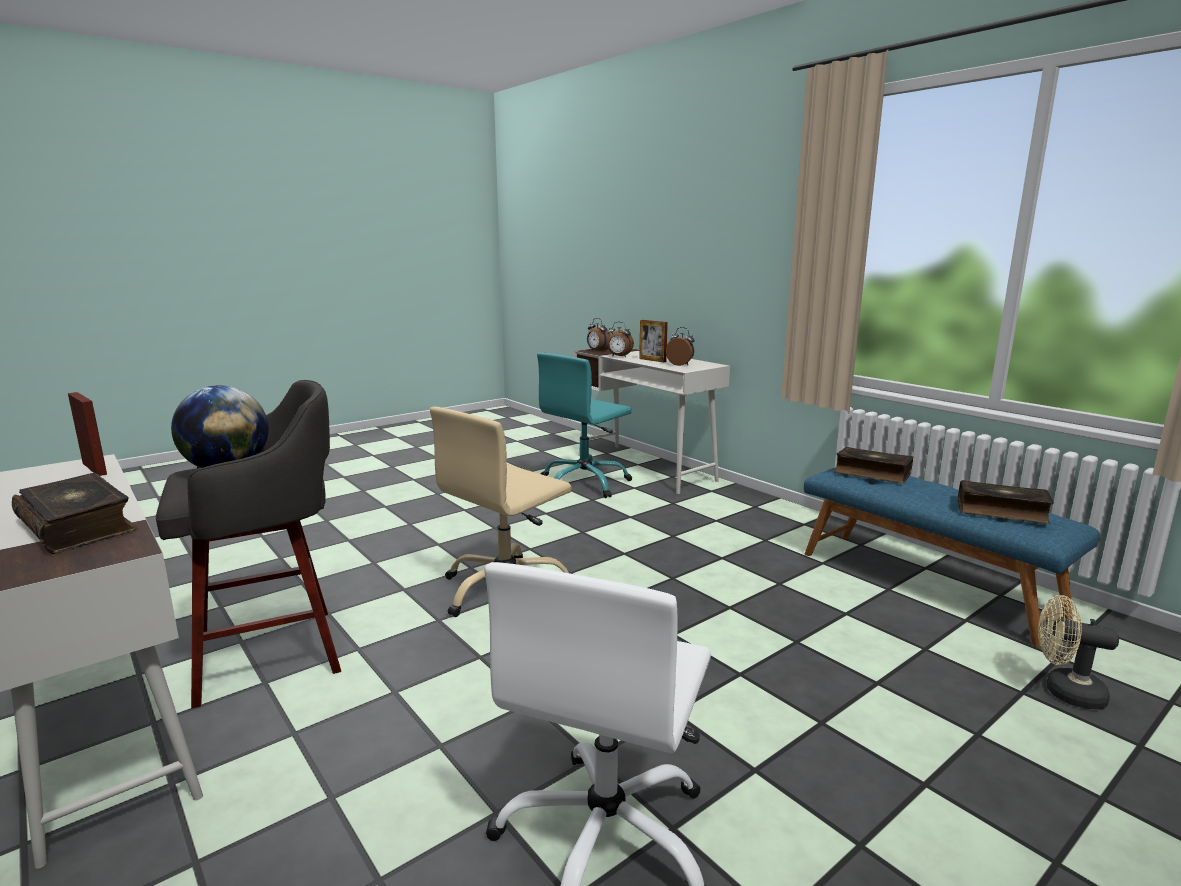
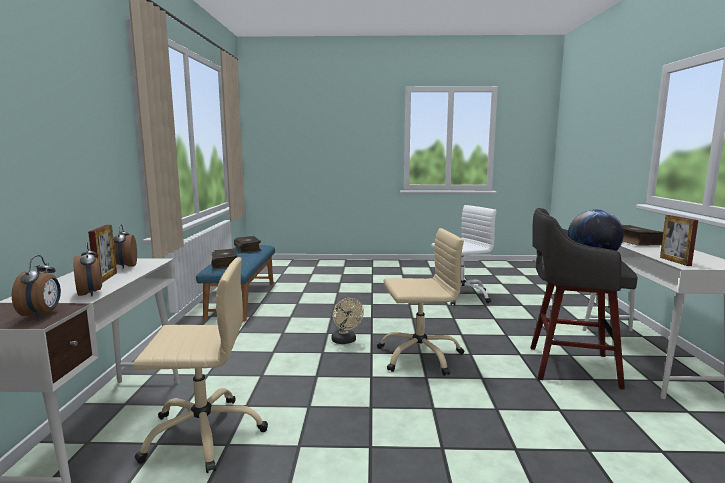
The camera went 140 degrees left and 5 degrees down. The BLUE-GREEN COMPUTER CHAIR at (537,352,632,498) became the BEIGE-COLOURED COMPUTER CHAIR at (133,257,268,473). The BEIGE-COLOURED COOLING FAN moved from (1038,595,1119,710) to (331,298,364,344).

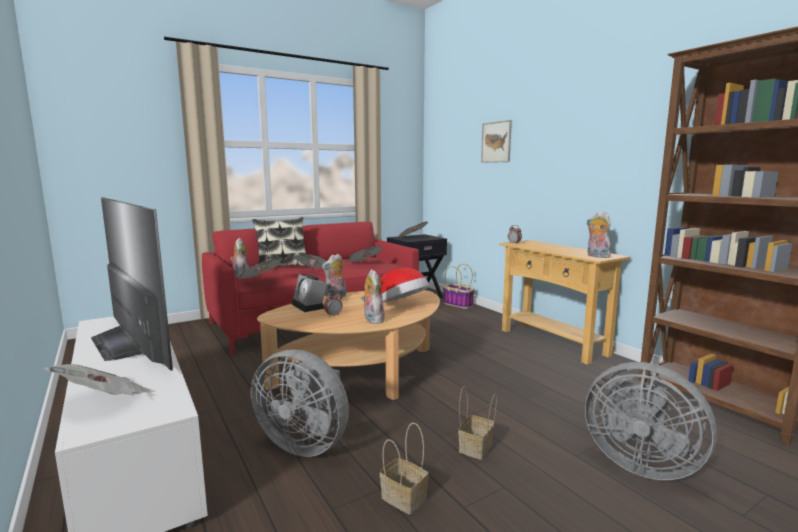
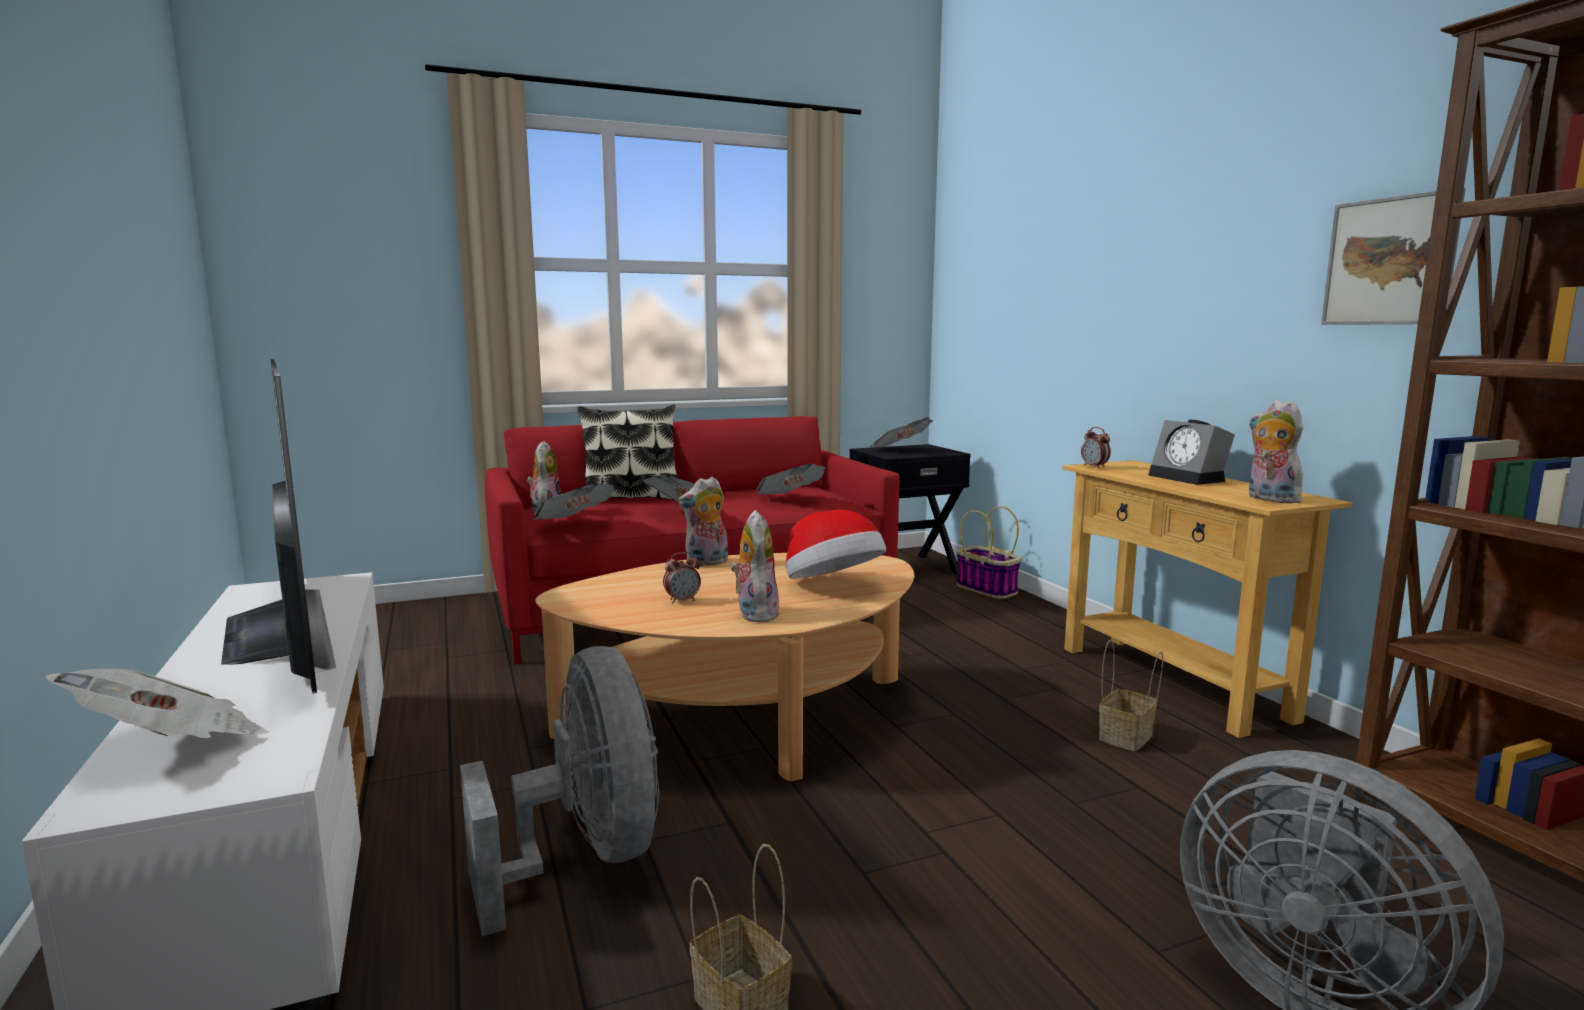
The camera went 10 degrees right and 0 degrees up. The WALL PICTURE moved from (481,120,512,163) to (1321,188,1466,325). The TABLE CLOCK moved from (292,275,327,312) to (1148,420,1235,485). The GREYISH COOLING FAN at (251,349,349,457) turned 150 degrees counterclockwise. The HOUSEHOLD BASKET moved from (458,386,497,460) to (1099,640,1163,751).

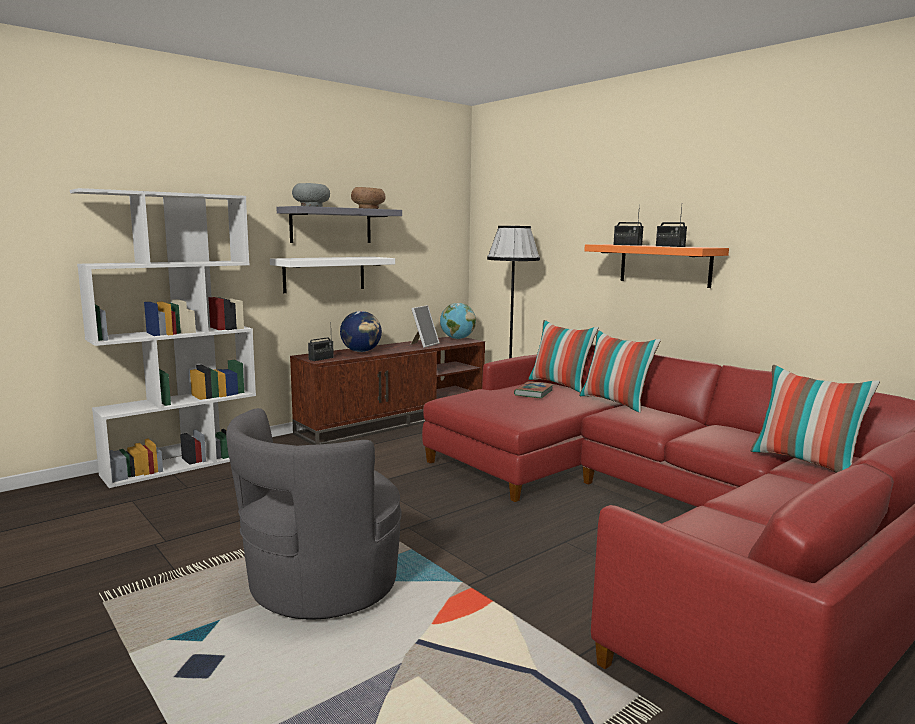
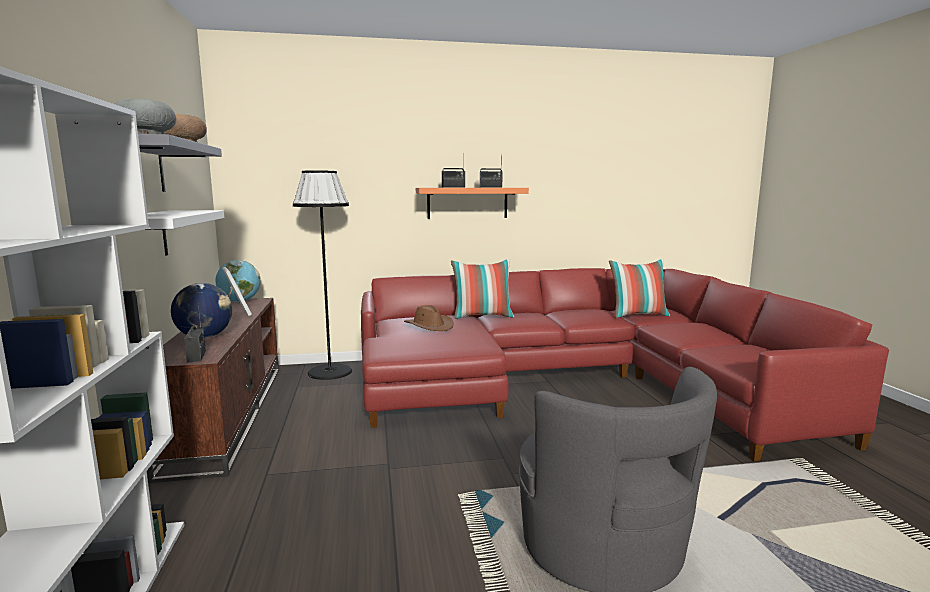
The camera went 60 degrees left and 0 degrees up. The PILLOW at (528,320,599,392) disappeared. The BOOK at (514,381,554,398) was replaced by the BROWN-COLOURED CLOTHING HAT at (404,305,454,331).

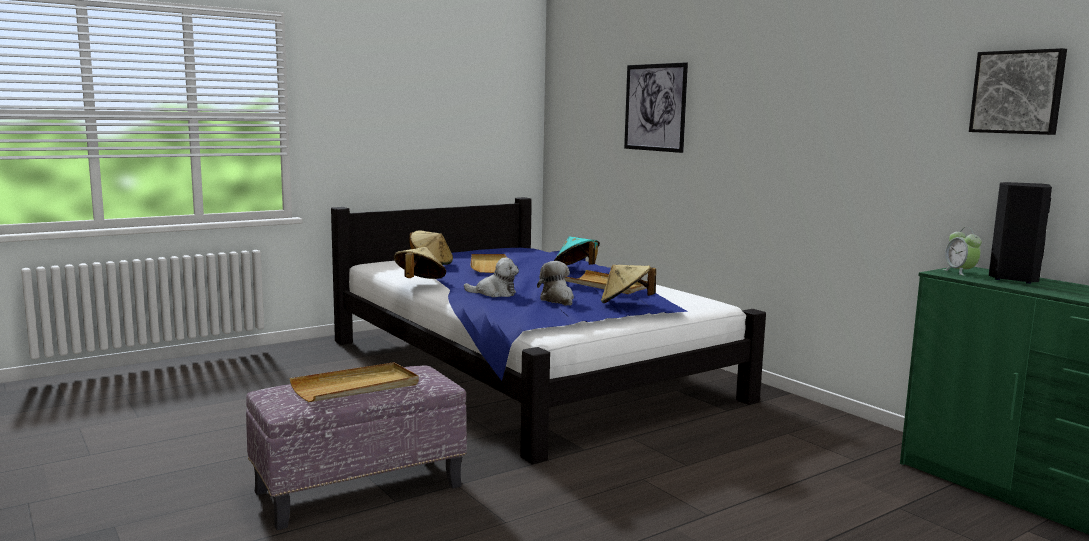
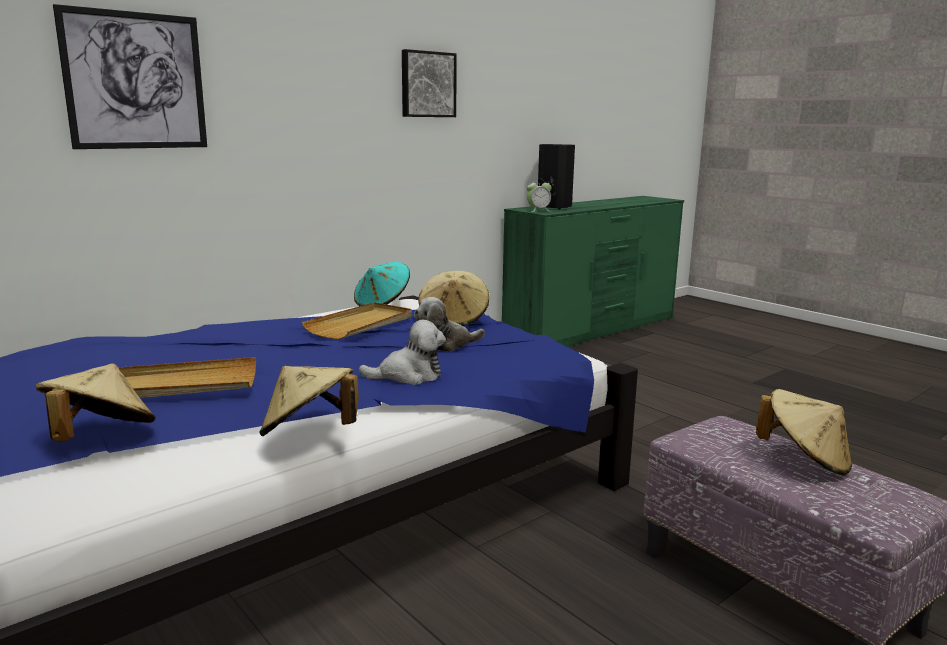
The camera went 95 degrees left and 5 degrees up. The WALL PICTURE moved from (969,48,1067,135) to (402,49,457,117). The BLUE-GREEN CLOTHING HAT moved from (554,237,600,265) to (354,262,410,306). The PLUSH TOY at (464,258,519,297) turned 75 degrees clockwise. The BEIGE-COLOURED CARRYING TRAY at (289,362,419,402) was replaced by the BEIGE-COLOURED CLOTHING HAT at (756,389,852,475).

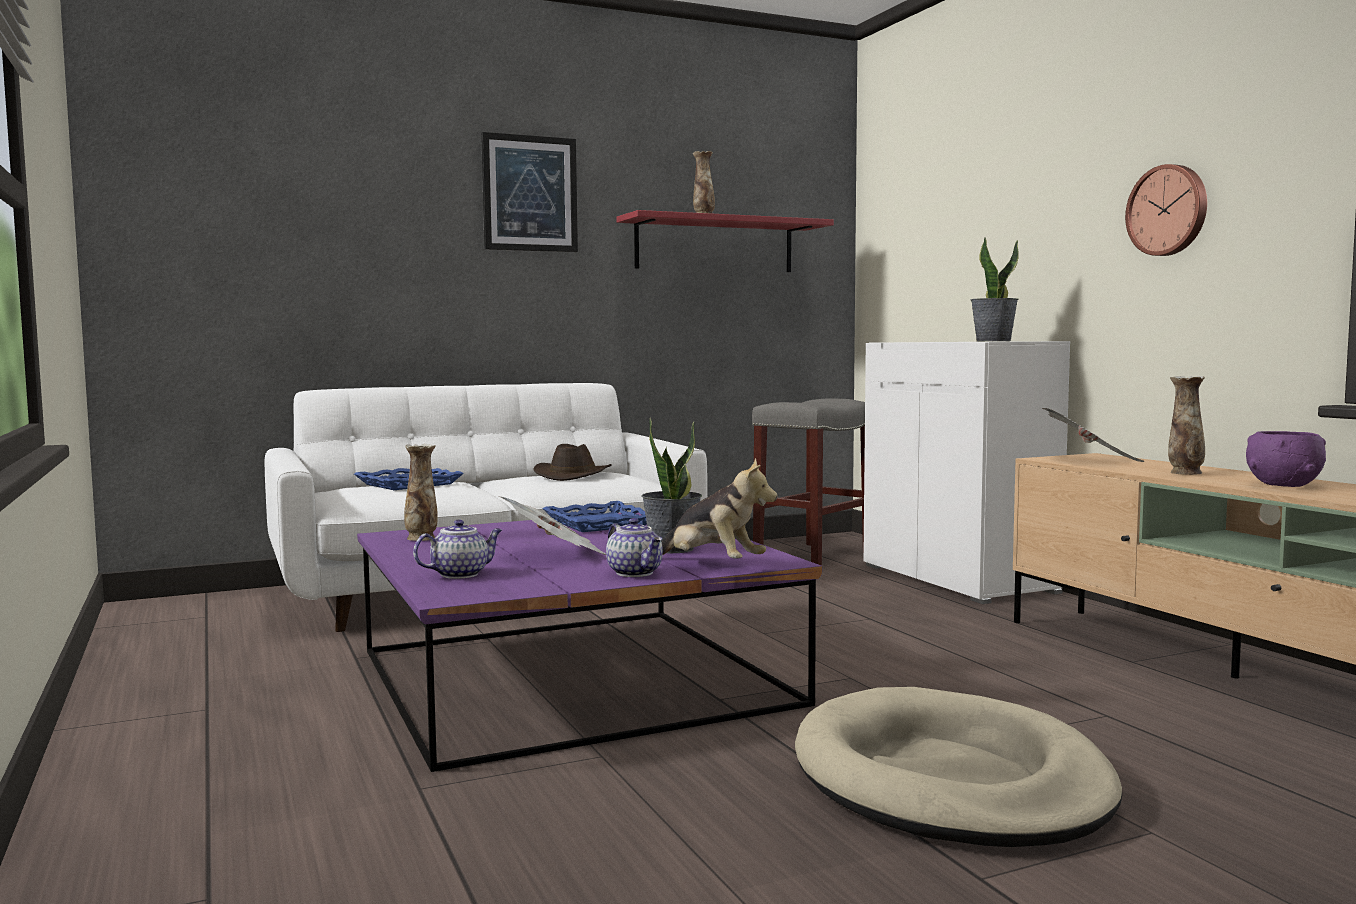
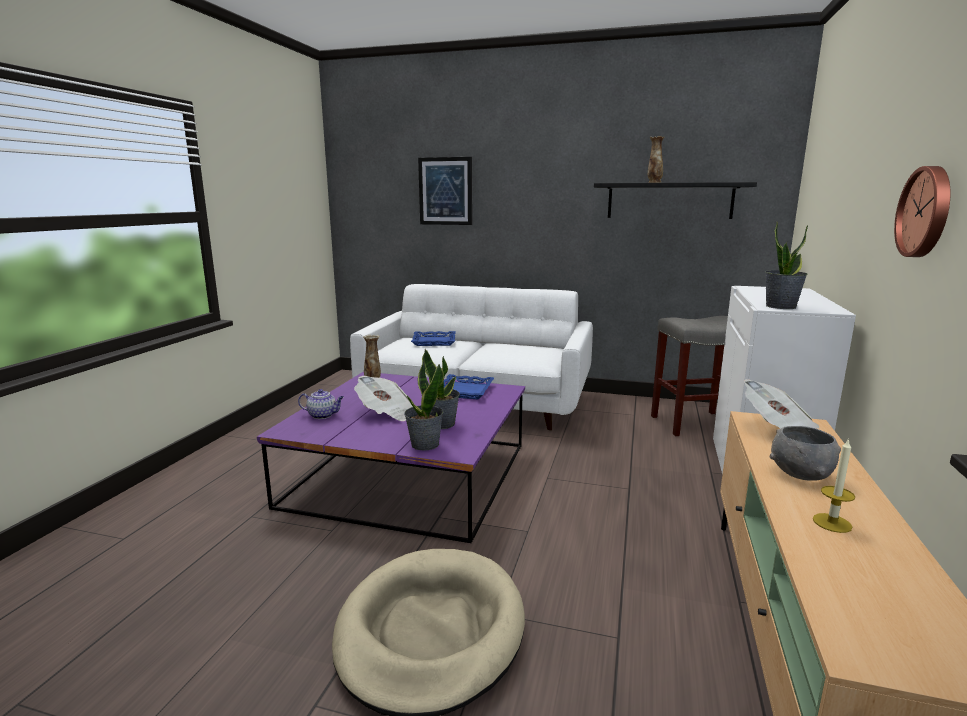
The camera went 40 degrees right and 10 degrees up. The WALL PICTURE moved from (481,132,578,252) to (418,157,472,225). The RED-COLOURED WALL SHELF at (616,210,834,272) became the BLACKISH WALL SHELF at (594,182,757,219). The DECORATIVE VASE at (1168,376,1205,475) was replaced by the GREYISH BOWL at (770,426,841,481). The PURPLE-COLOURED BOWL at (1246,431,1326,487) was replaced by the WAX LIGHT at (813,438,855,533). The BROWN-COLOURED CLOTHING HAT at (533,444,612,481) disappeared. The PLUSH TOY at (662,458,778,559) was replaced by the HOUSEPLANT at (404,361,444,450). The POT FOR TEA at (606,518,663,577) disappeared.

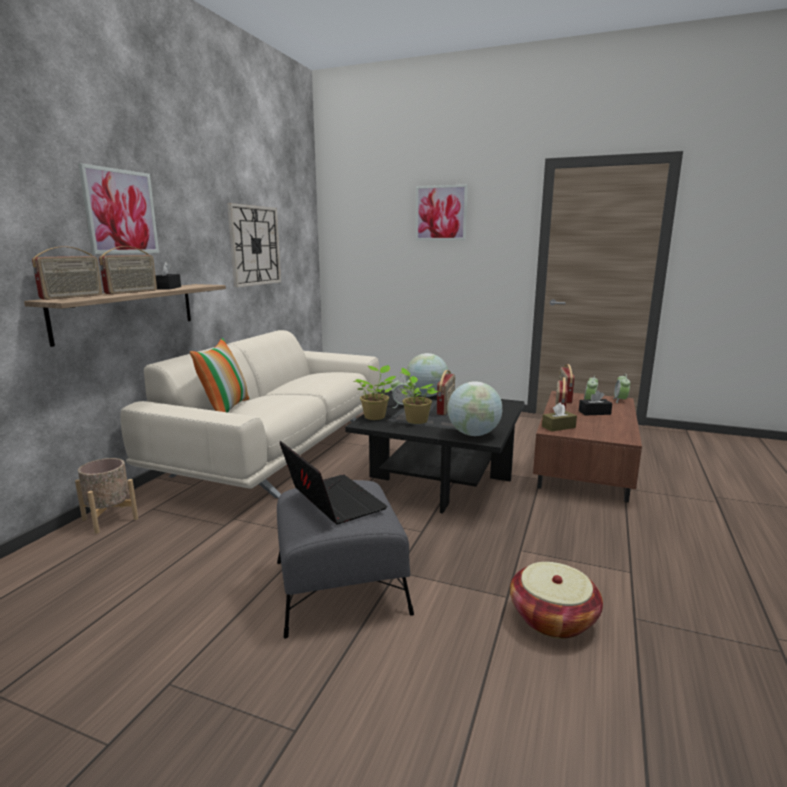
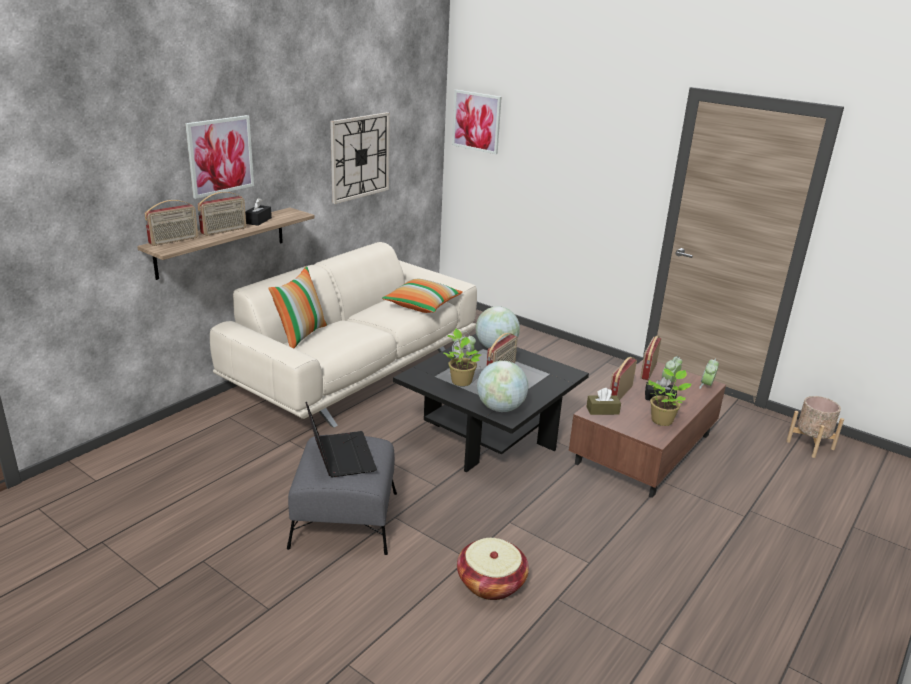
The camera went 15 degrees right and 10 degrees up. The WALL PICTURE moved from (415,184,468,240) to (452,90,502,154). The HOUSEPLANT moved from (354,365,396,420) to (648,368,691,426). The BEIGE-COLOURED PLANT POT moved from (75,458,138,534) to (786,396,844,458). The PILLOW at (382,279,463,313) appeared.

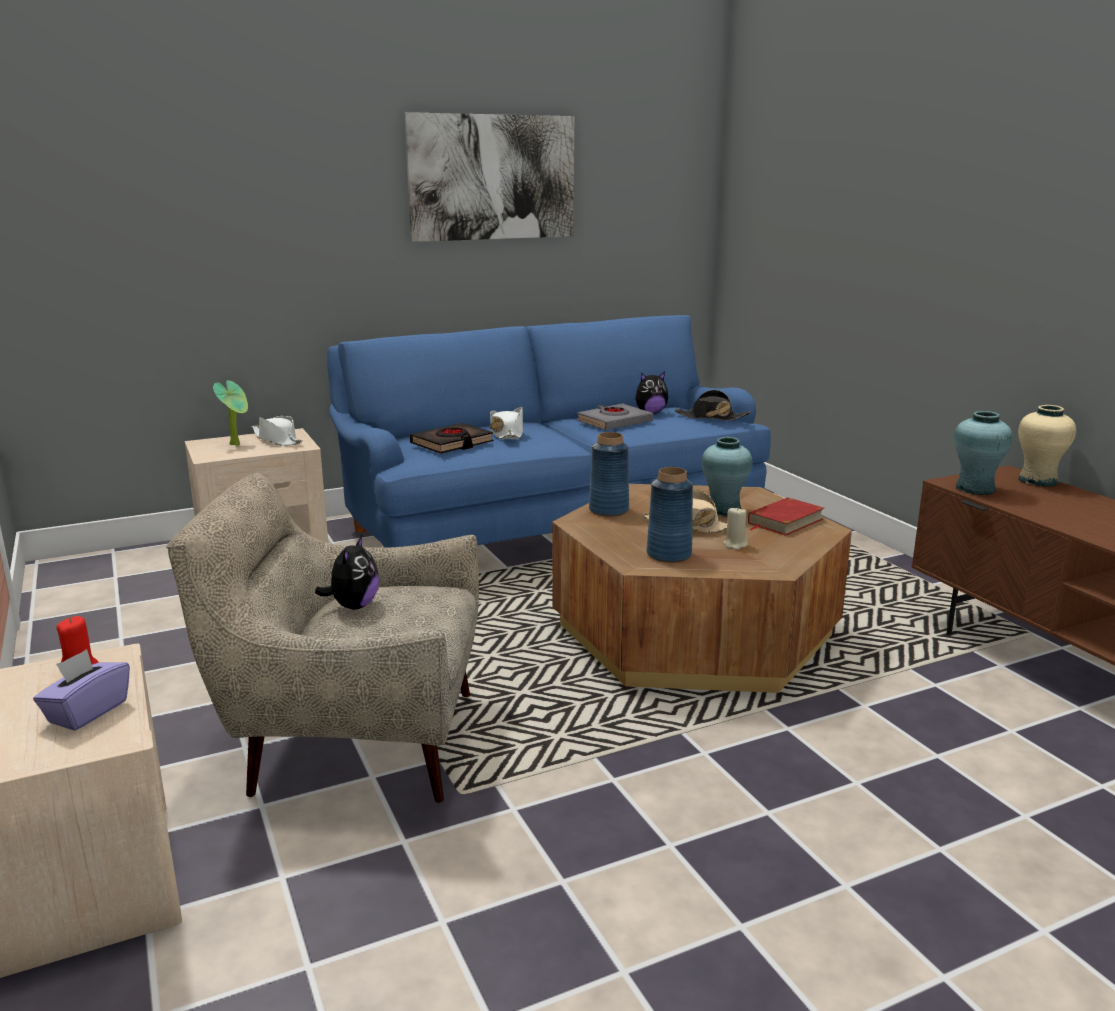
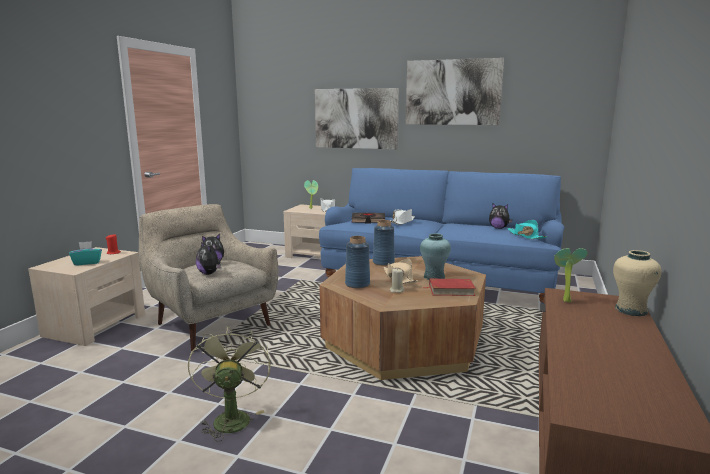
The camera went 45 degrees right and 5 degrees down. The BLACKISH CLOTHING HAT at (675,390,751,421) became the BLUE-GREEN CLOTHING HAT at (508,220,547,239). The GREYISH BOOK at (577,403,653,430) disappeared. The BLUE-GREEN DECORATIVE VASE at (954,411,1013,495) was replaced by the HOUSEPLANT at (554,248,588,302). The PURPLE-COLOURED BOX OF TISSUES at (33,649,130,731) became the BLUE-GREEN BOX OF TISSUES at (69,241,102,265). The WALL PICTURE at (315,88,399,149) appeared. The PLUSH TOY at (196,242,221,275) appeared. The GREENISH COOLING FAN at (188,326,271,441) appeared.

